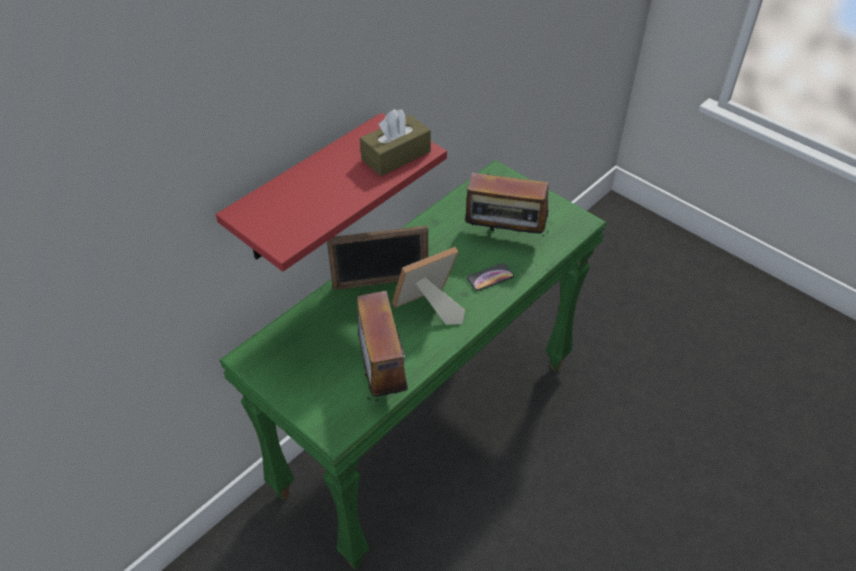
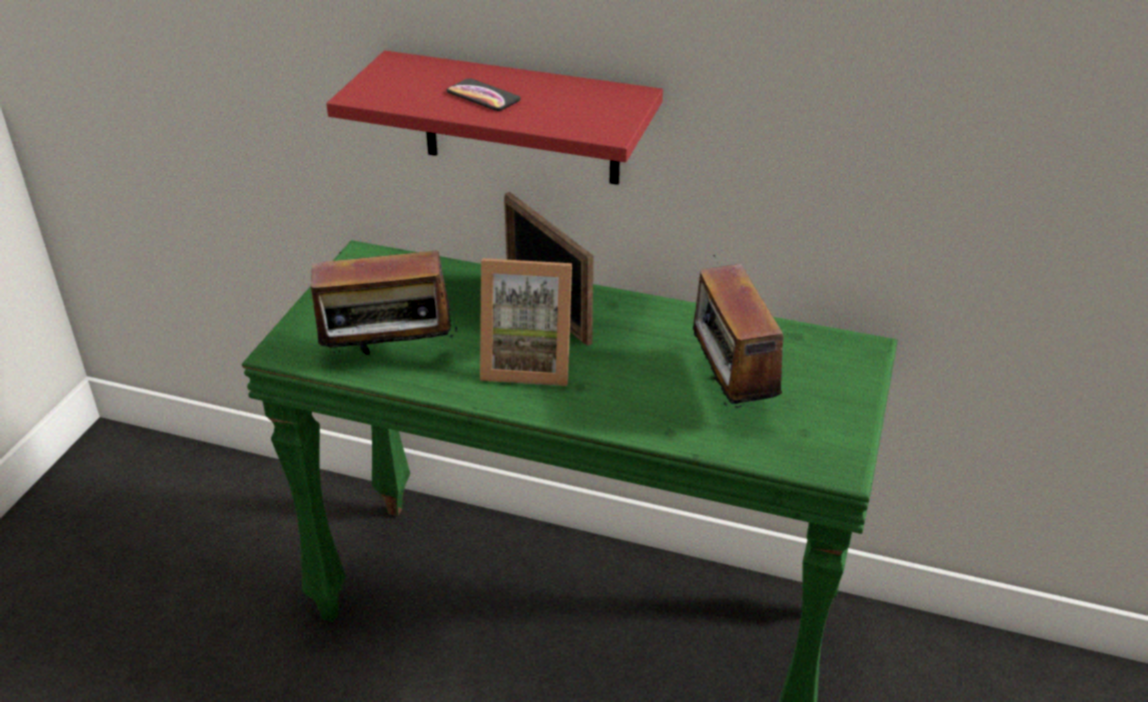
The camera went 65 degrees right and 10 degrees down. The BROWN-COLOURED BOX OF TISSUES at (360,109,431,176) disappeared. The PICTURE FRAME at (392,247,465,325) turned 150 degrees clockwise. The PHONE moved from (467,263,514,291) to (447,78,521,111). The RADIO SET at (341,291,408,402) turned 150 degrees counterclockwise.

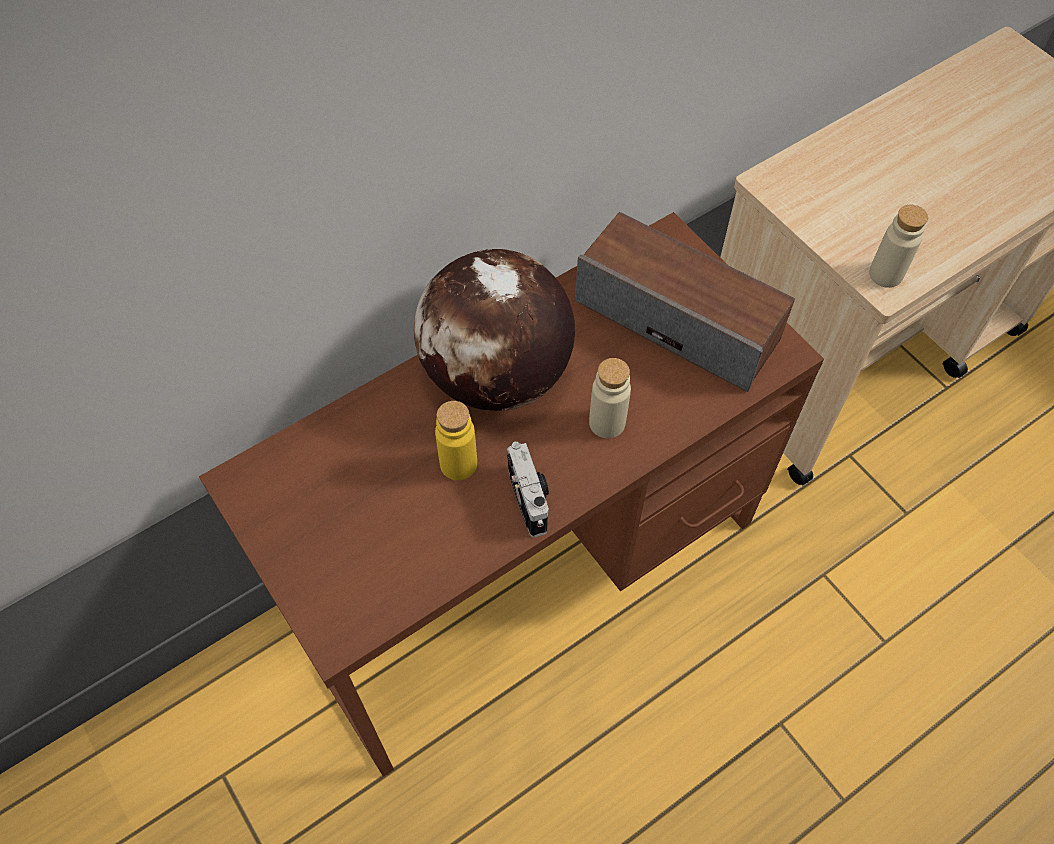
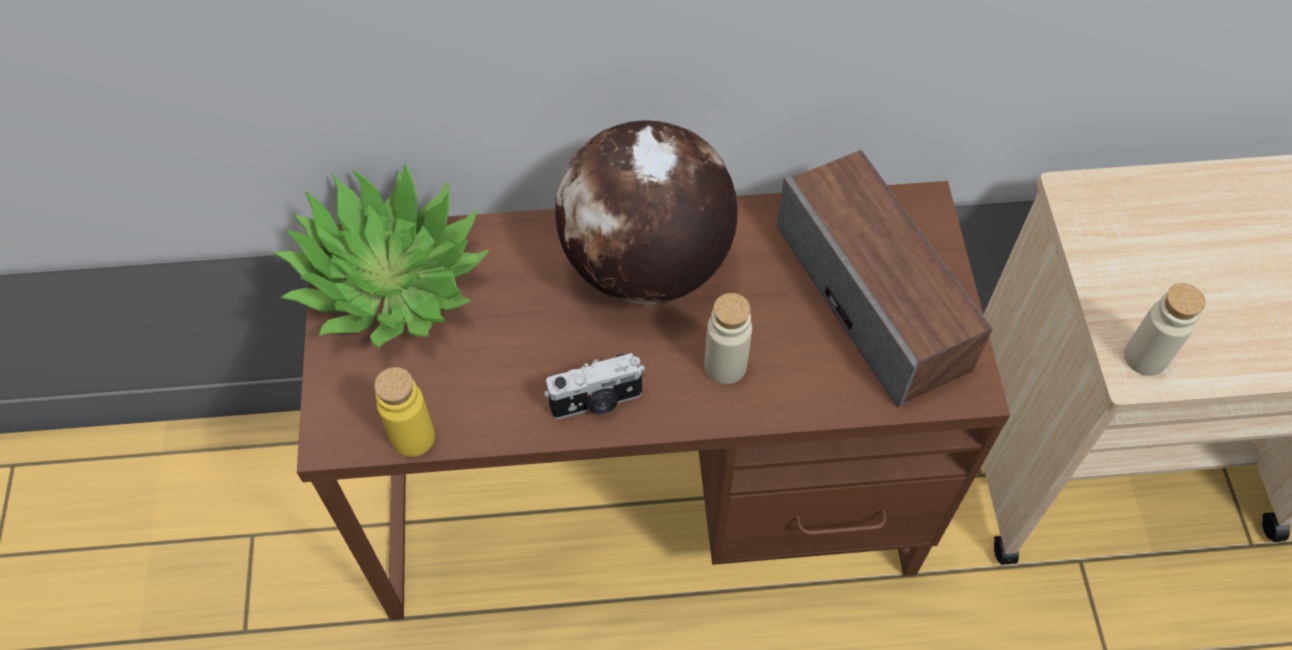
The camera went 30 degrees right and 0 degrees up. The YELLOW-COLOURED DRINK BOTTLE moved from (435,401,477,481) to (374,367,435,457). The PHOTO CAMERA at (507,442,549,537) turned 60 degrees clockwise. The HOUSEPLANT at (274,163,490,348) appeared.

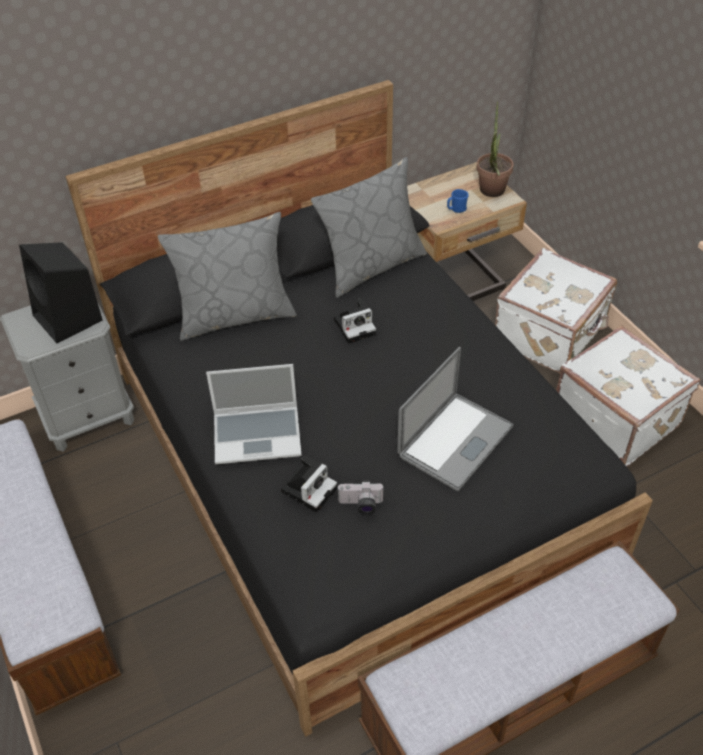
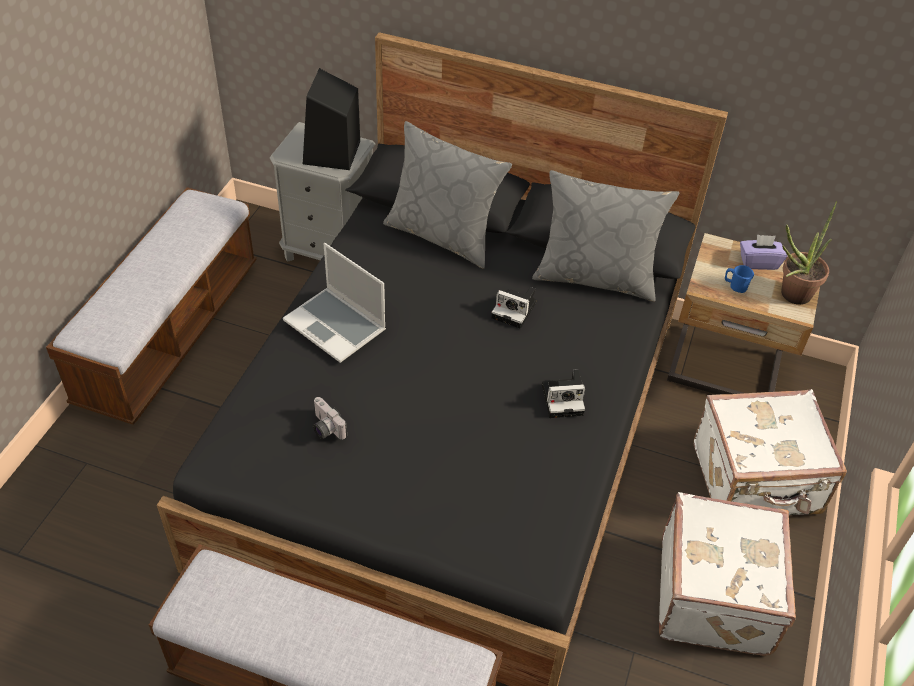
The camera went 45 degrees right and 0 degrees up. The PORTABLE COMPUTER at (397,347,513,491) disappeared. The PHOTO CAMERA moved from (281,455,337,512) to (542,369,585,418). The PURPLE-COLOURED BOX OF TISSUES at (740,235,788,270) appeared.

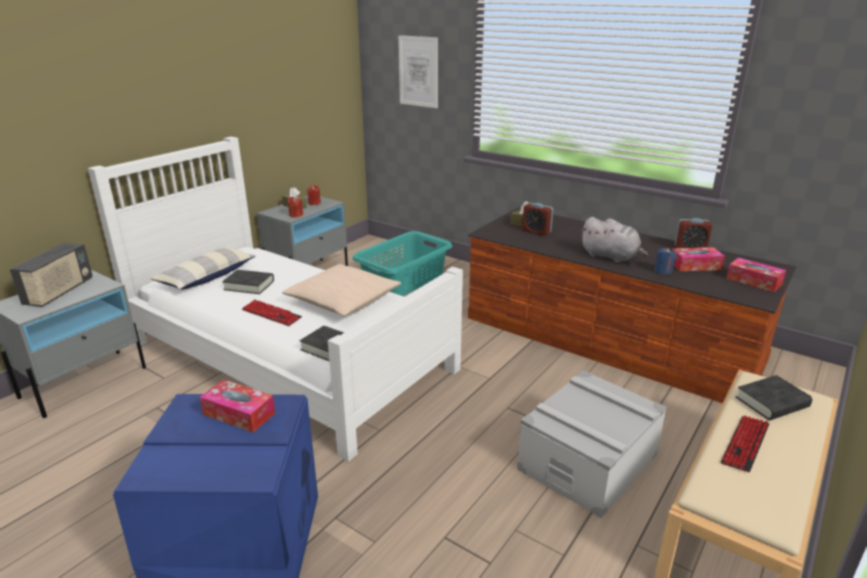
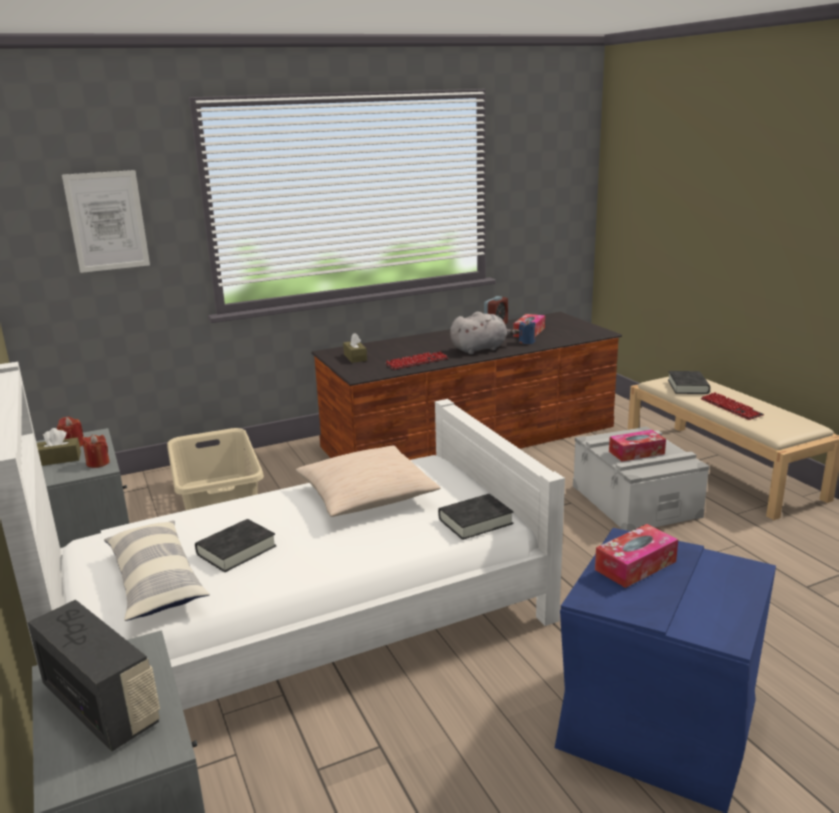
The camera went 60 degrees left and 5 degrees down. The TABLE CLOCK at (522,203,553,236) disappeared. The BLUE-GREEN LAUNDRY BASKET at (353,231,452,296) became the BEIGE-COLOURED LAUNDRY BASKET at (167,428,264,510). The BOX OF TISSUES moved from (726,257,786,292) to (609,430,666,461). The PC KEYBOARD moved from (242,300,302,326) to (385,352,448,370).

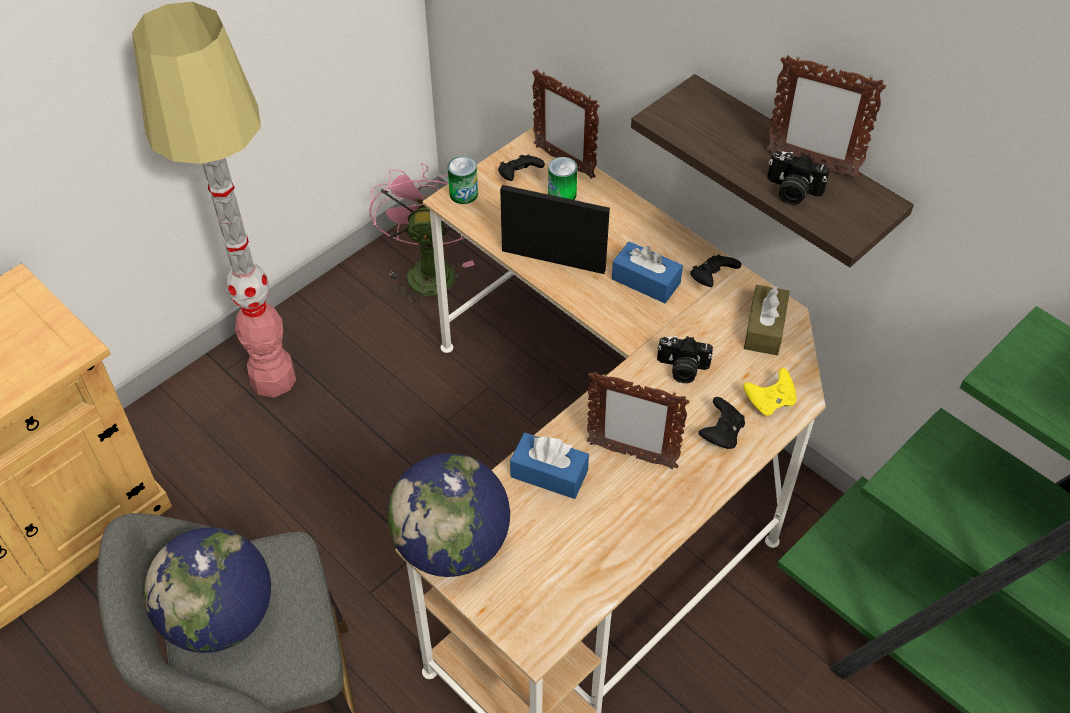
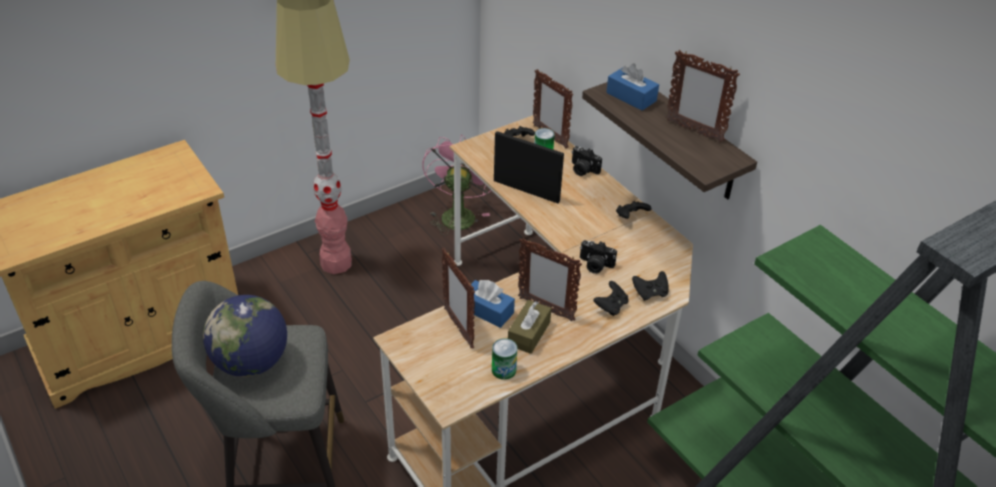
The camera went 10 degrees right and 10 degrees down. The PHOTO CAMERA moved from (767,151,830,205) to (572,146,602,176). The METAL CAN moved from (448,156,478,204) to (492,338,518,380). The BLUE-COLOURED BOX OF TISSUES moved from (612,241,683,303) to (606,64,659,111). The BROWN-COLOURED BOX OF TISSUES moved from (744,285,790,355) to (508,300,551,354). The YELLOW-COLOURED JOYPAD at (743,368,796,416) became the BLACKISH JOYPAD at (632,271,669,301). The GLOBE at (387,453,510,577) disappeared. The PICTURE FRAME at (441,248,475,349) appeared.

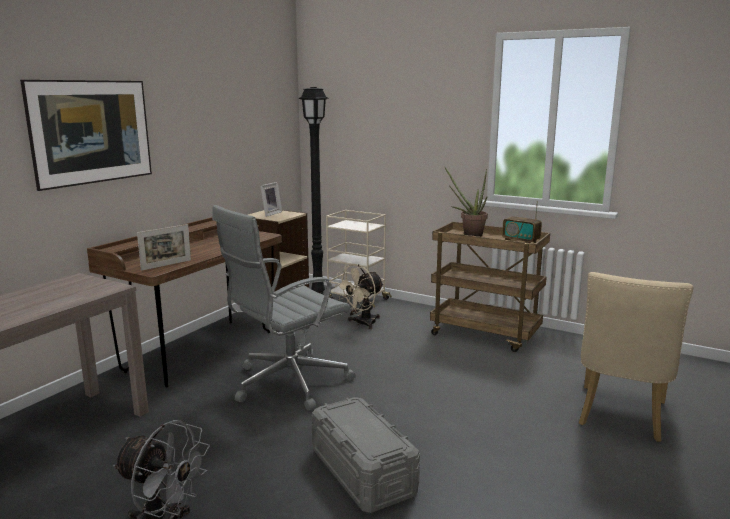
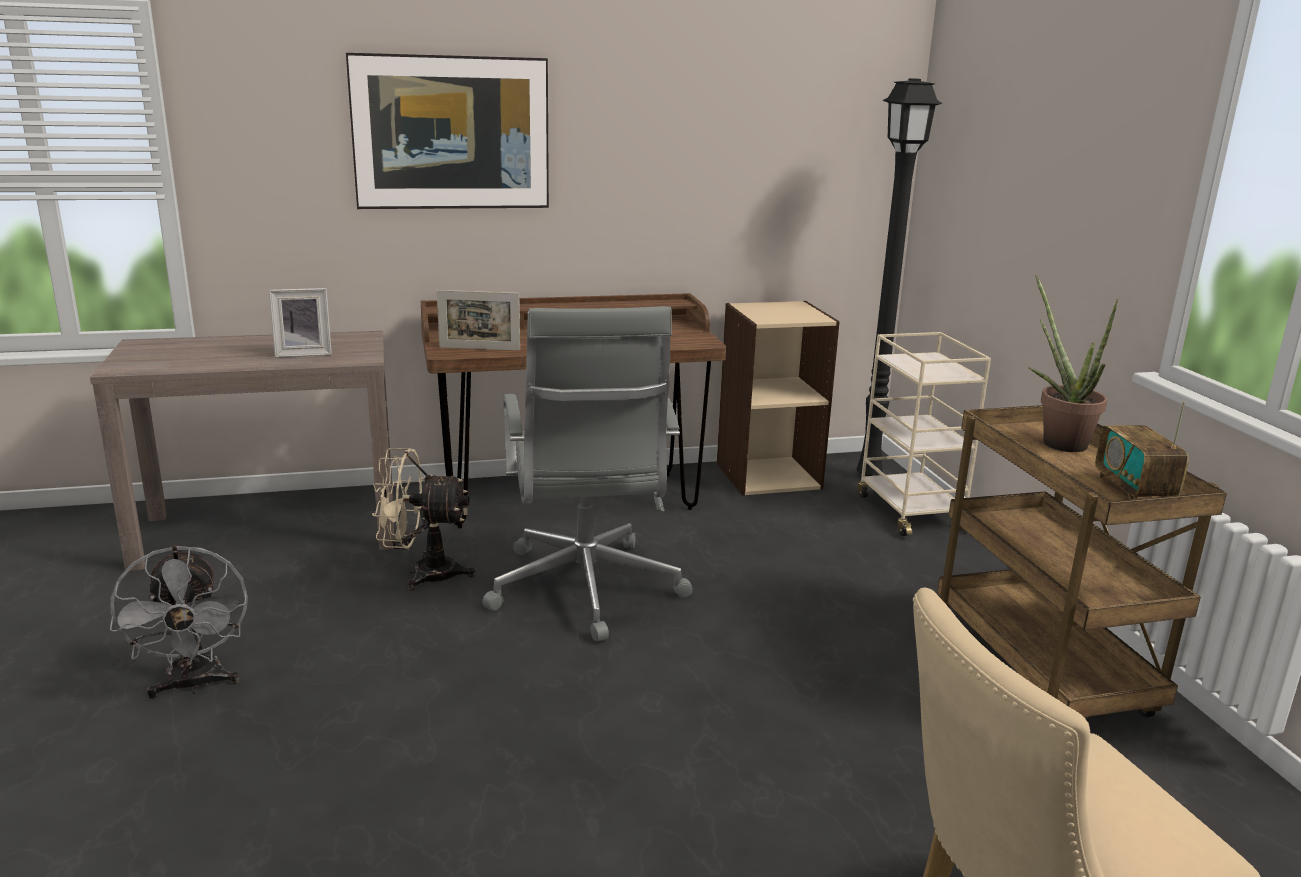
The camera went 45 degrees right and 5 degrees up. The PICTURE FRAME moved from (260,182,282,217) to (269,288,332,357). The GREYISH COMPUTER CHAIR at (212,205,356,411) turned 105 degrees counterclockwise. The BEIGE-COLOURED COOLING FAN moved from (335,264,384,329) to (372,448,475,591). The GREYISH STORAGE BOX at (312,397,420,513) disappeared.

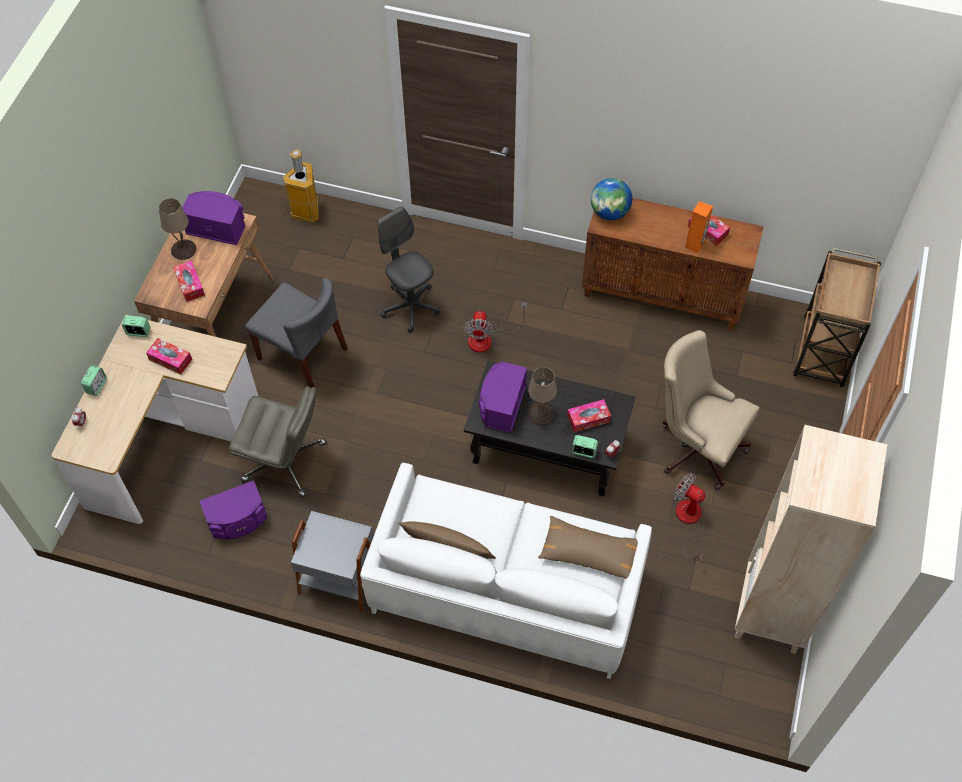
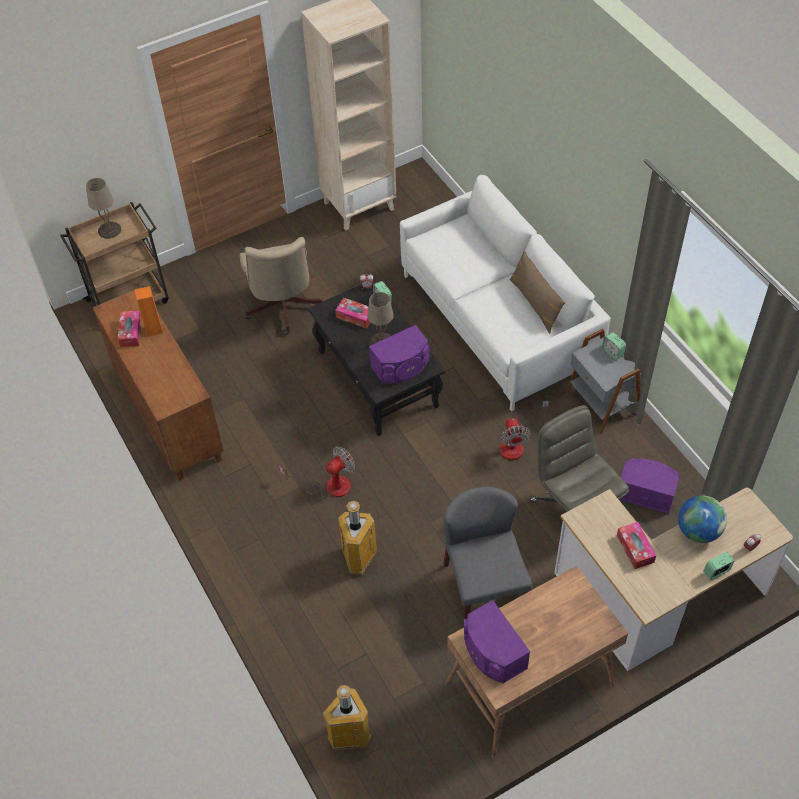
The camera went 135 degrees left and 5 degrees down. The GLOBE moved from (591,178,632,220) to (678,495,727,543). The BEIGE-COLOURED TABLE LAMP moved from (159,198,197,260) to (86,178,121,239). The GREYISH COMPUTER CHAIR at (378,206,441,333) was replaced by the WASTE BIN at (338,501,377,575). The BOX OF TISSUES at (173,261,205,302) disappeared. The TABLE CLOCK moved from (122,315,151,337) to (602,332,626,360). The COOLING FAN moved from (674,473,706,563) to (500,401,549,460). The BROWN-COLOURED PILLOW at (538,516,638,579) disappeared.

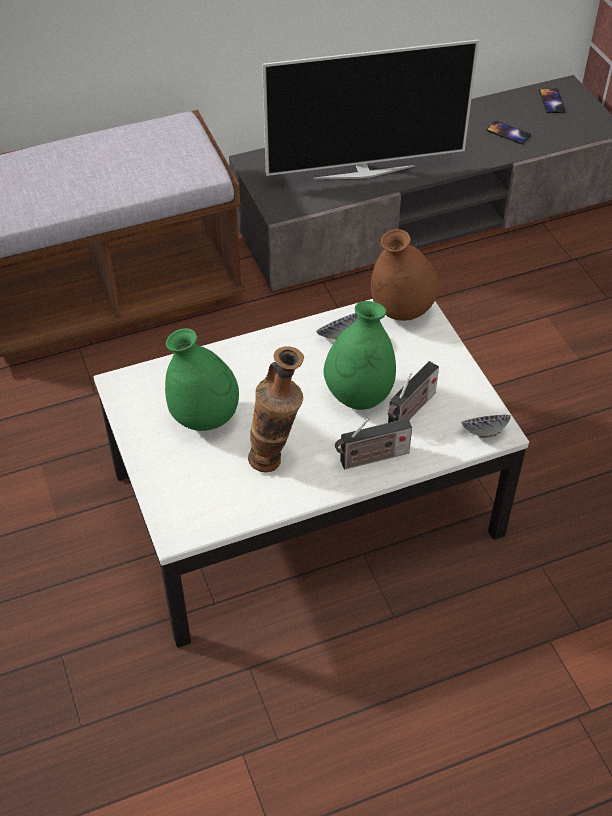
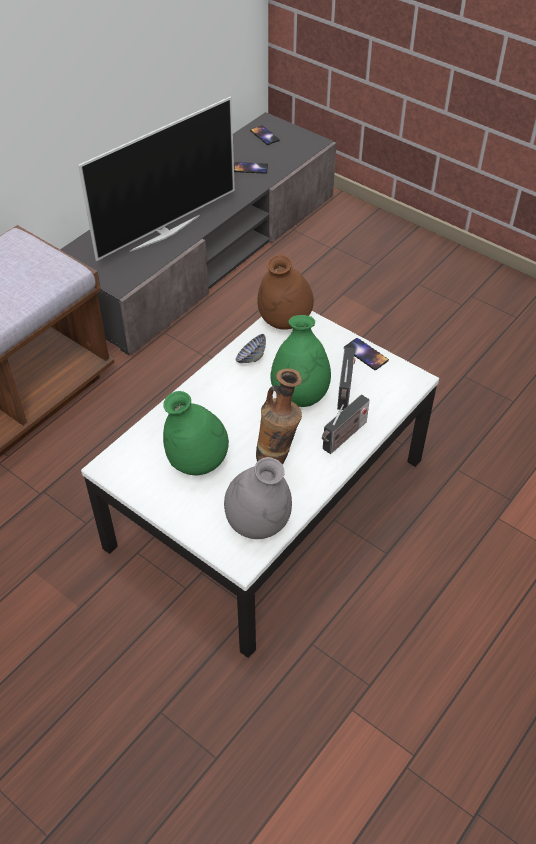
The camera went 30 degrees left and 0 degrees up. The BOWL at (461,415,511,438) disappeared. The PHONE at (344,338,389,370) appeared. The GREYISH DECORATIVE VASE at (224,457,292,539) appeared.

